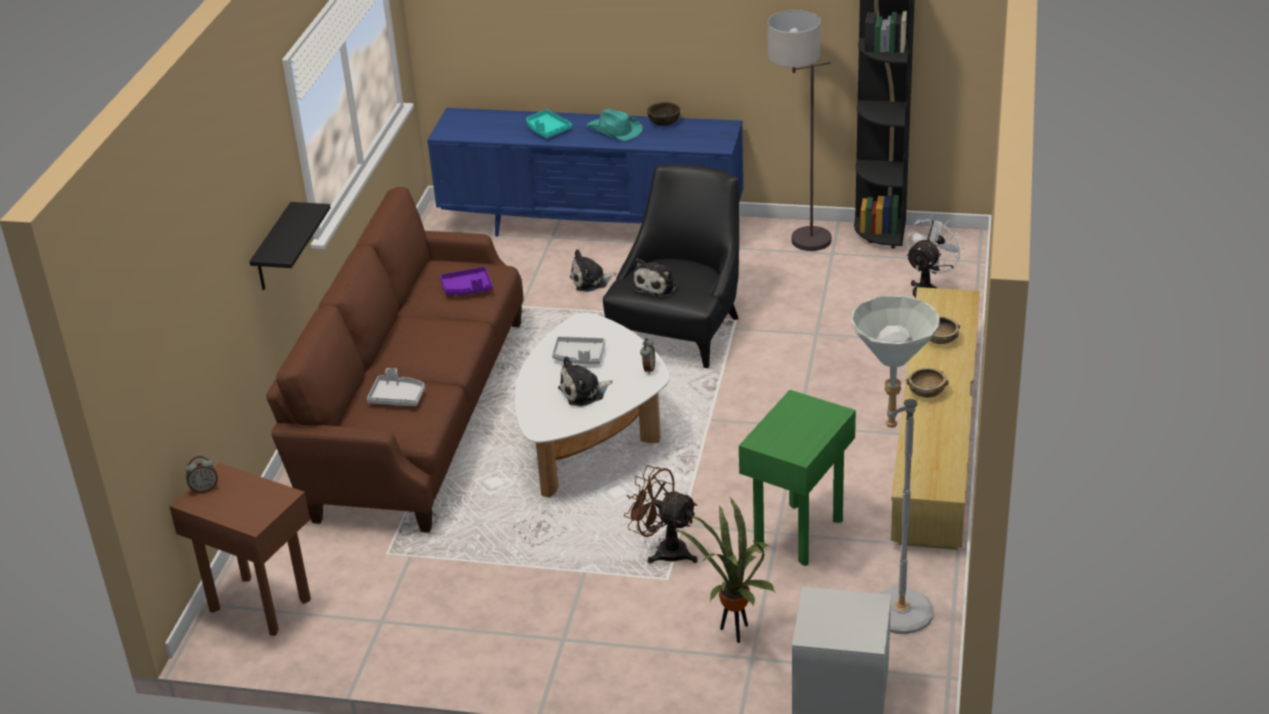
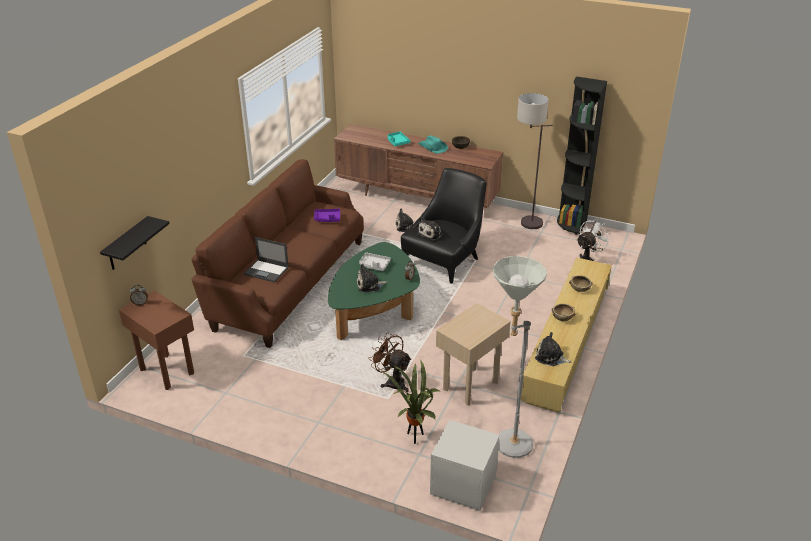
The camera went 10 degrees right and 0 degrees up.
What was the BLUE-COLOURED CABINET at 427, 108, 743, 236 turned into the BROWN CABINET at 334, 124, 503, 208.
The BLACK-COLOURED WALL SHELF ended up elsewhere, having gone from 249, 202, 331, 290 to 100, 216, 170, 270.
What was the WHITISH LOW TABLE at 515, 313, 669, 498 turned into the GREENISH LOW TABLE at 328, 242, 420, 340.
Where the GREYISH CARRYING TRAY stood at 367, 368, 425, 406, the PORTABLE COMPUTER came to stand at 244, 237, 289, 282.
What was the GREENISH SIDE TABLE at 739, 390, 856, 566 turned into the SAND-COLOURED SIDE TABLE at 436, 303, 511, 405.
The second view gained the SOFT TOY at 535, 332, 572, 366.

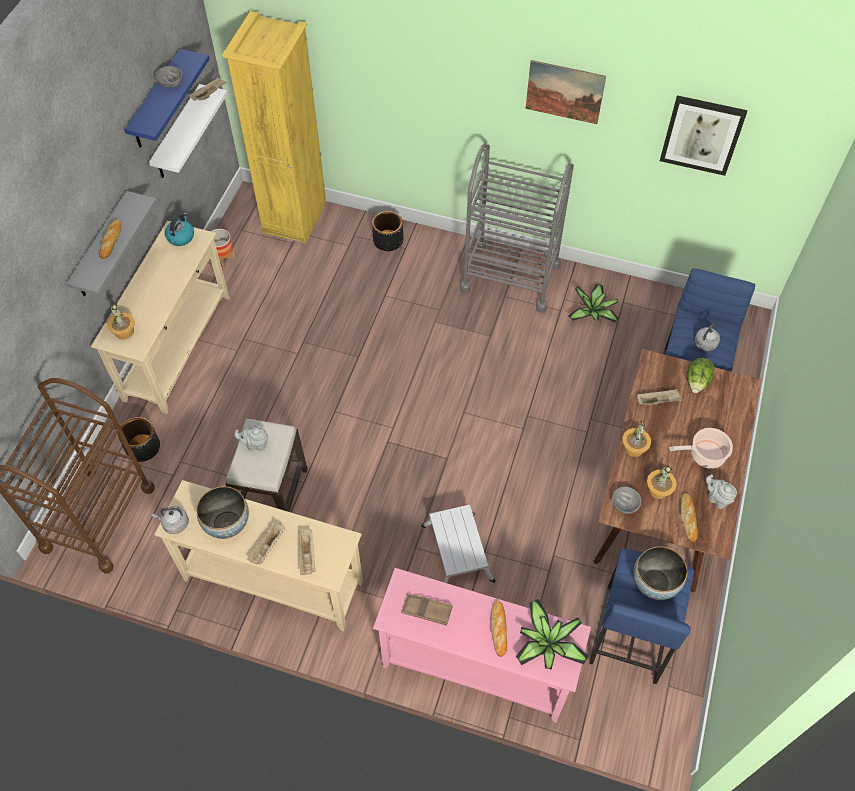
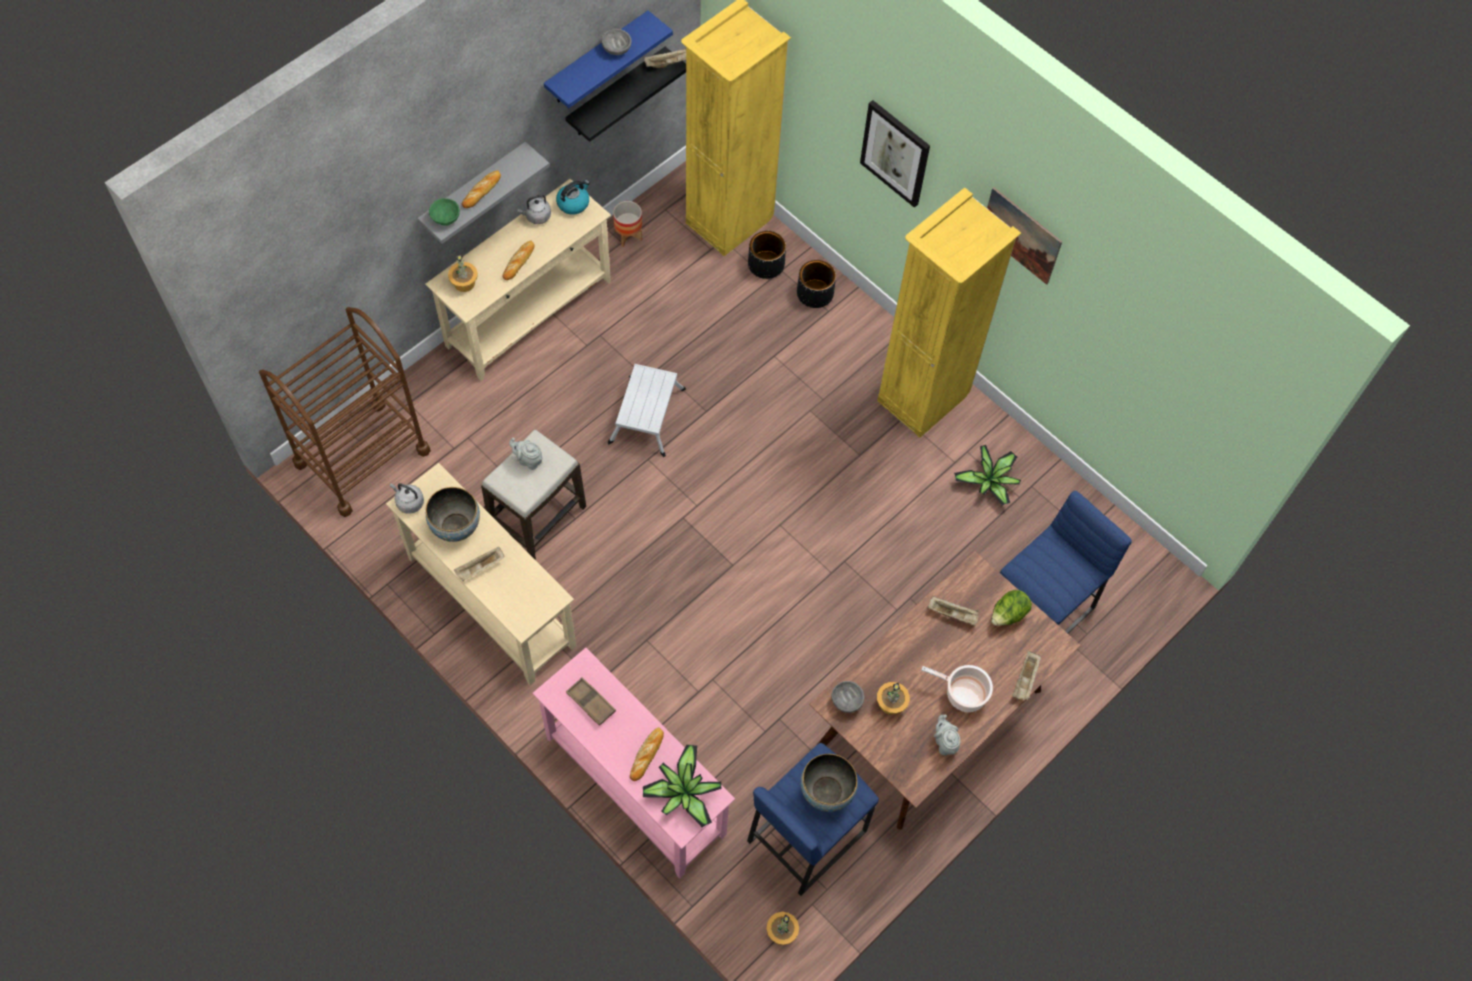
The camera went 25 degrees right and 5 degrees up.
What was the WHITISH WALL SHELF at 149, 84, 228, 178 turned into the BLACK-COLOURED WALL SHELF at 565, 47, 686, 142.
The PICTURE ended up elsewhere, having gone from 660, 95, 747, 176 to 860, 100, 930, 208.
Where the GREYISH WHEELED CART stood at 460, 144, 574, 313, the YELLOW CABINET came to stand at 877, 187, 1021, 438.
The GREYISH WATER KETTLE ended up elsewhere, having gone from 695, 322, 720, 351 to 517, 194, 551, 224.
The BLACK-COLOURED PLANTER ended up elsewhere, having gone from 118, 417, 160, 462 to 748, 231, 786, 279.
The HOUSEPLANT ended up elsewhere, having gone from 622, 420, 651, 457 to 767, 912, 799, 945.
The BAKERY BREAD ended up elsewhere, having gone from 680, 493, 698, 542 to 502, 241, 535, 280.
The WHITISH STEPLADDER ended up elsewhere, having gone from 421, 505, 496, 583 to 607, 364, 686, 457.
The SAND-COLOURED CARRYING TRAY ended up elsewhere, having gone from 299, 529, 315, 575 to 1012, 651, 1041, 700.
The second view gained the GREENISH DEEP DISH at 429, 198, 460, 226.

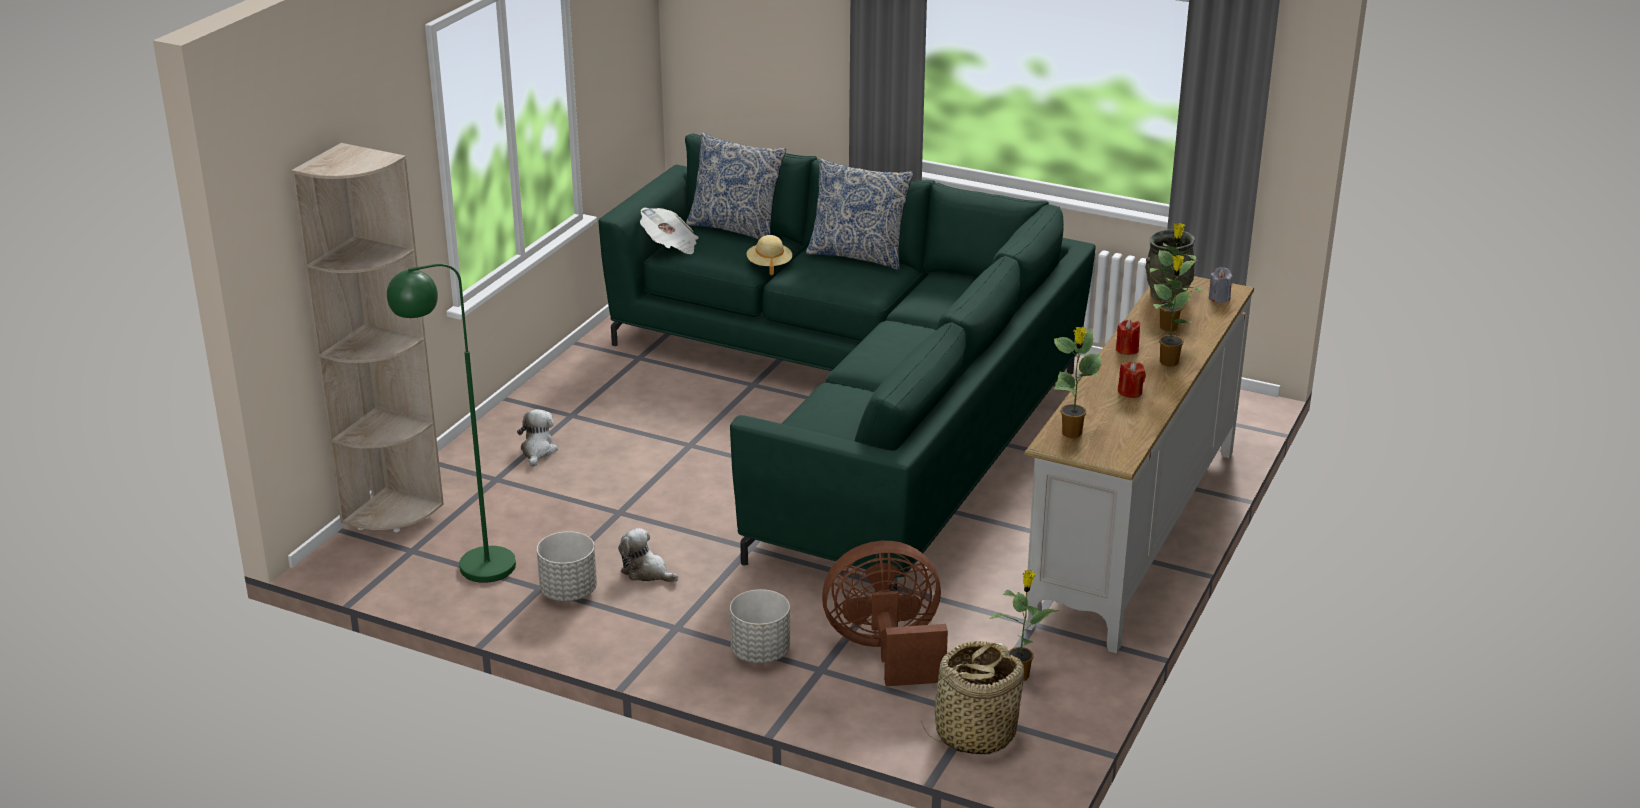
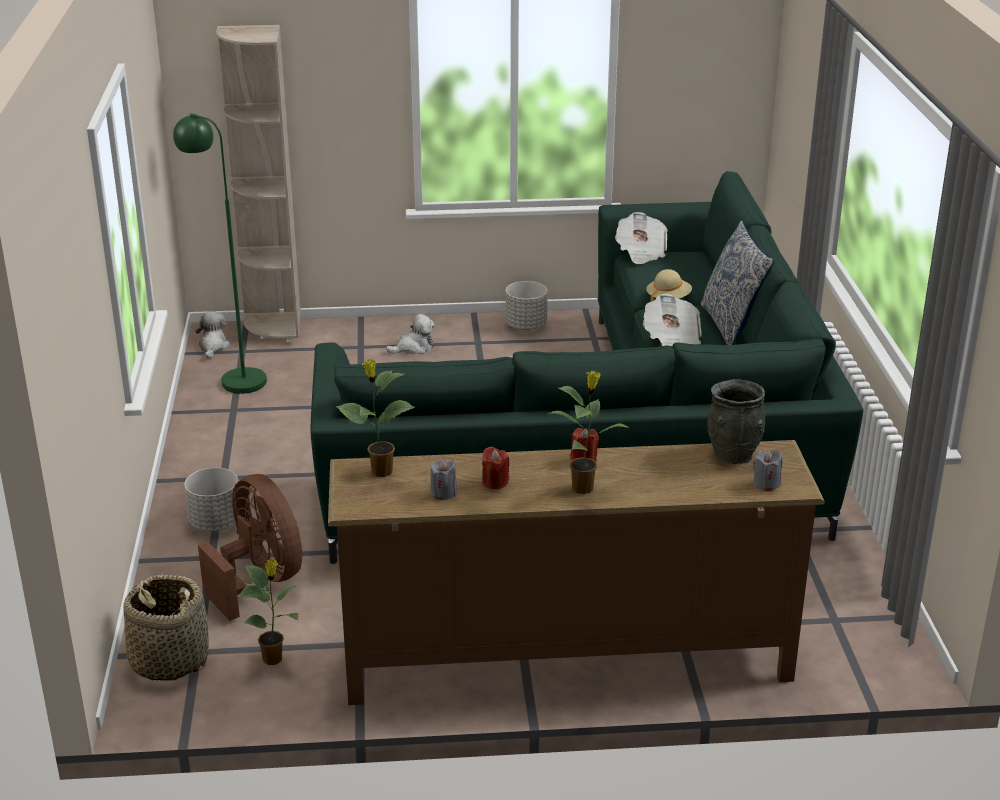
The camera went 60 degrees right and 0 degrees up.
The second view lost the PILLOW at 686, 133, 786, 239.
The second view lost the HOUSEPLANT at 1150, 223, 1198, 331.
What was the GREYISH CABINET at 1024, 276, 1254, 654 turned into the BROWN CABINET at 328, 440, 825, 705.
The SOFT TOY ended up elsewhere, having gone from 618, 528, 678, 583 to 195, 311, 230, 359.
The GREYISH PLANTER ended up elsewhere, having gone from 537, 531, 597, 601 to 506, 281, 548, 330.
The second view gained the DAILY PAPER at 643, 294, 701, 346.
The second view gained the GREYISH WAX CANDLE at 430, 459, 457, 500.

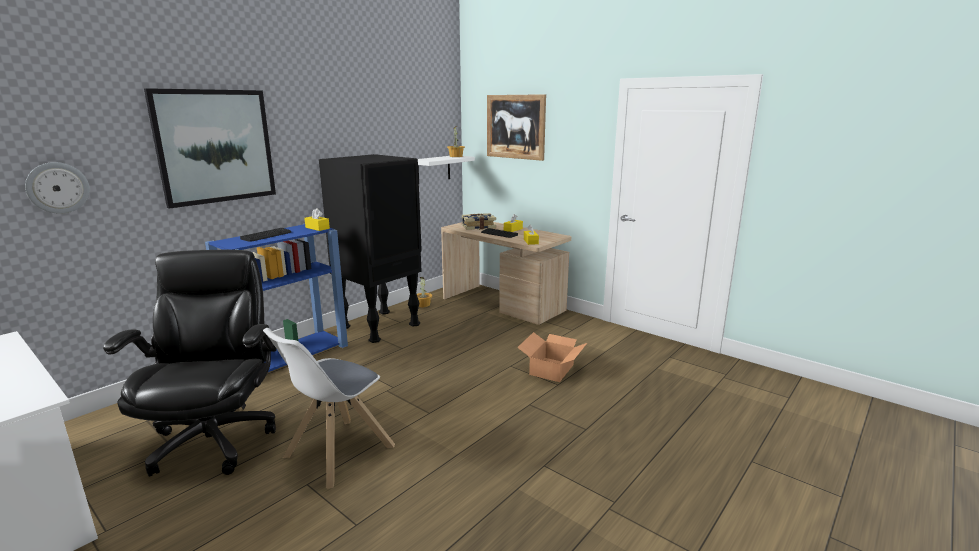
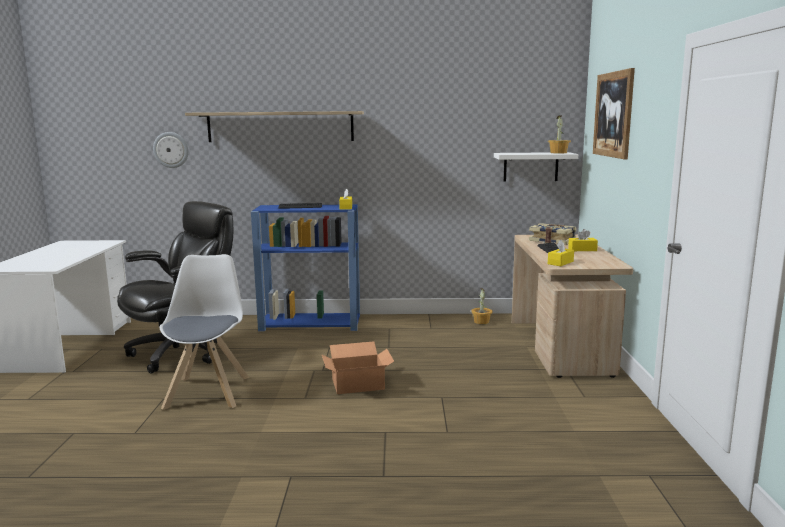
The camera went 50 degrees right and 5 degrees down.
Where the PICTURE hung at 144, 88, 276, 209, the WALL SHELF came to hang at 185, 111, 364, 142.
The second view lost the BLACK-COLOURED CABINET at 319, 154, 422, 343.
The PLAIN CHAIR at 263, 328, 395, 489 ended up facing another way, 90 degrees clockwise from before.
The CARDBOARD BOX ended up elsewhere, having gone from 517, 332, 587, 382 to 322, 341, 394, 394.

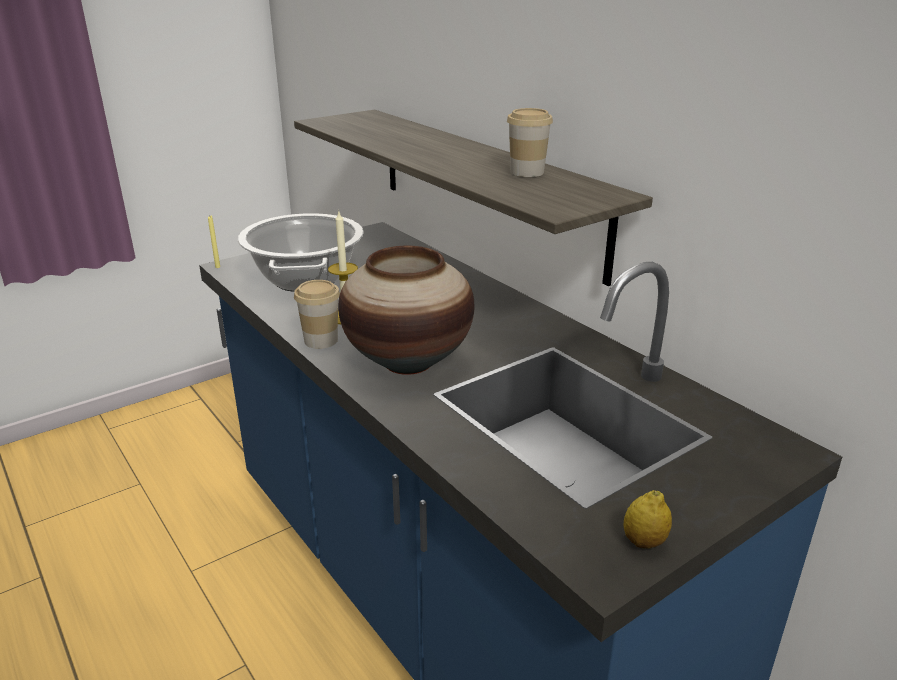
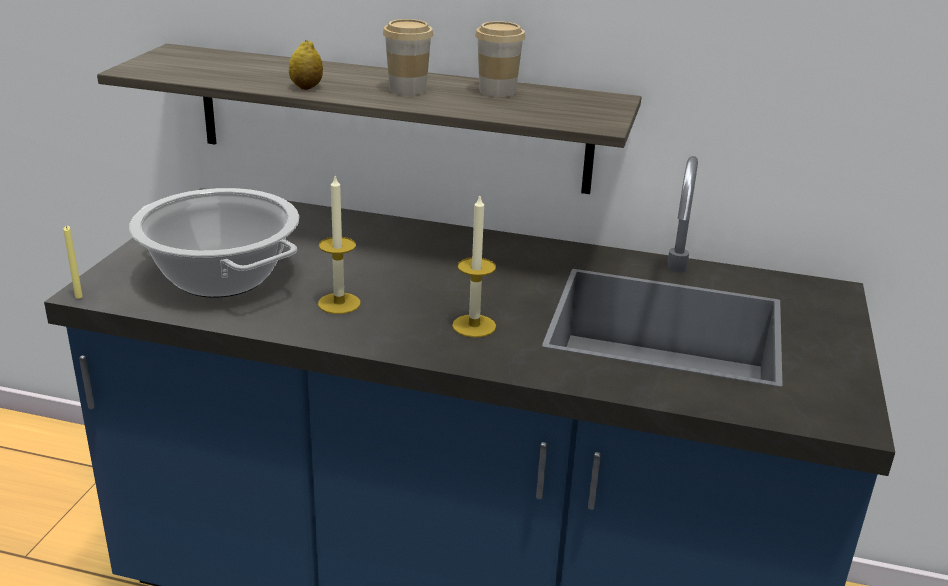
The camera went 40 degrees left and 0 degrees up.
Where the DECORATIVE VASE stood at 338, 246, 475, 375, the WAX CANDLE came to stand at 452, 196, 496, 338.
The SMALL CUP ended up elsewhere, having gone from 294, 280, 340, 349 to 383, 19, 433, 95.
The WHOLE LEMON ended up elsewhere, having gone from 624, 490, 672, 548 to 289, 40, 323, 90.

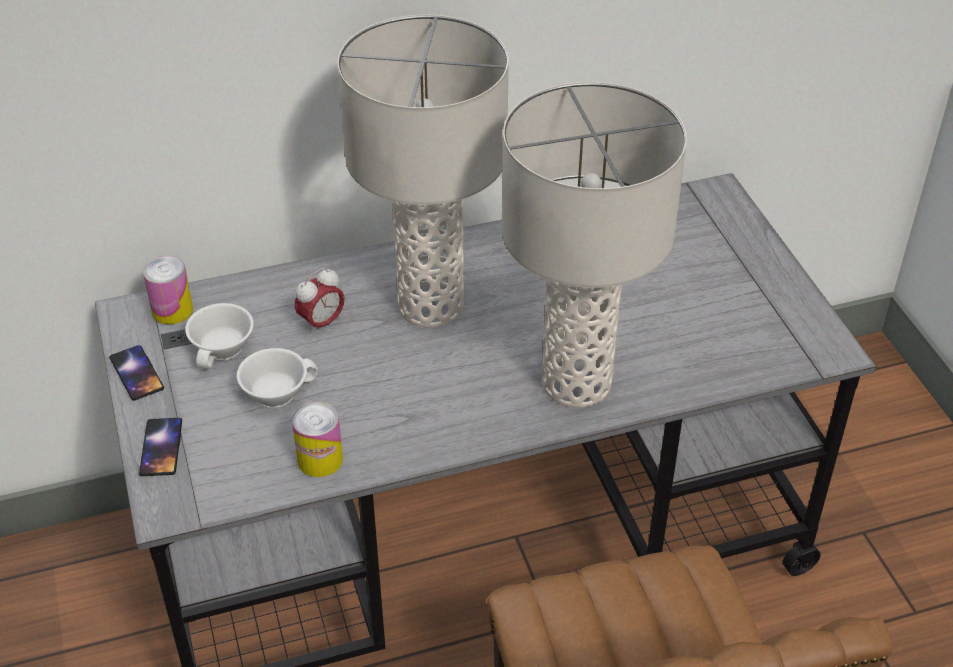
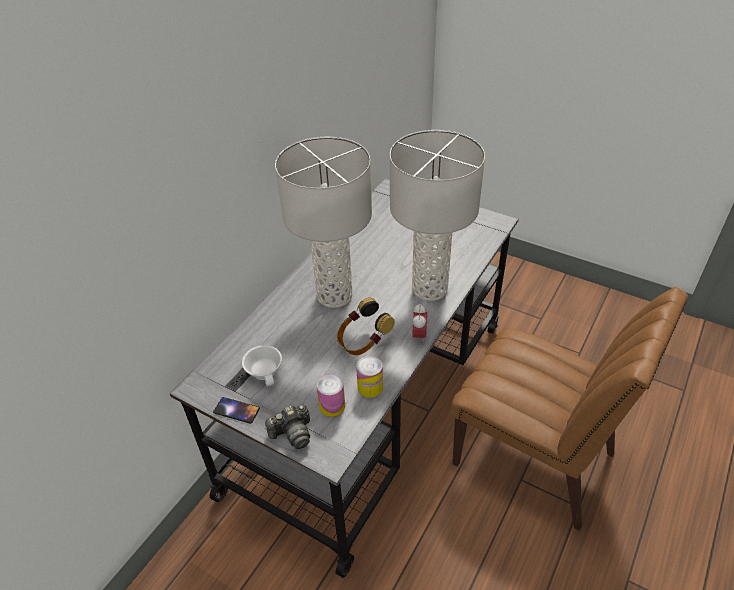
The camera went 40 degrees left and 0 degrees up.
The CAN ended up elsewhere, having gone from 143, 256, 193, 325 to 317, 374, 345, 417.
The BEDSIDE CLOCK ended up elsewhere, having gone from 295, 268, 345, 335 to 412, 303, 427, 343.
The second view lost the WHITISH SMALL CUP at 237, 348, 318, 408.
Where the TELEPHONE stood at 139, 418, 182, 476, the PHOTO CAMERA came to stand at 265, 404, 310, 449.
The second view gained the HEADPHONES at 337, 297, 395, 355.

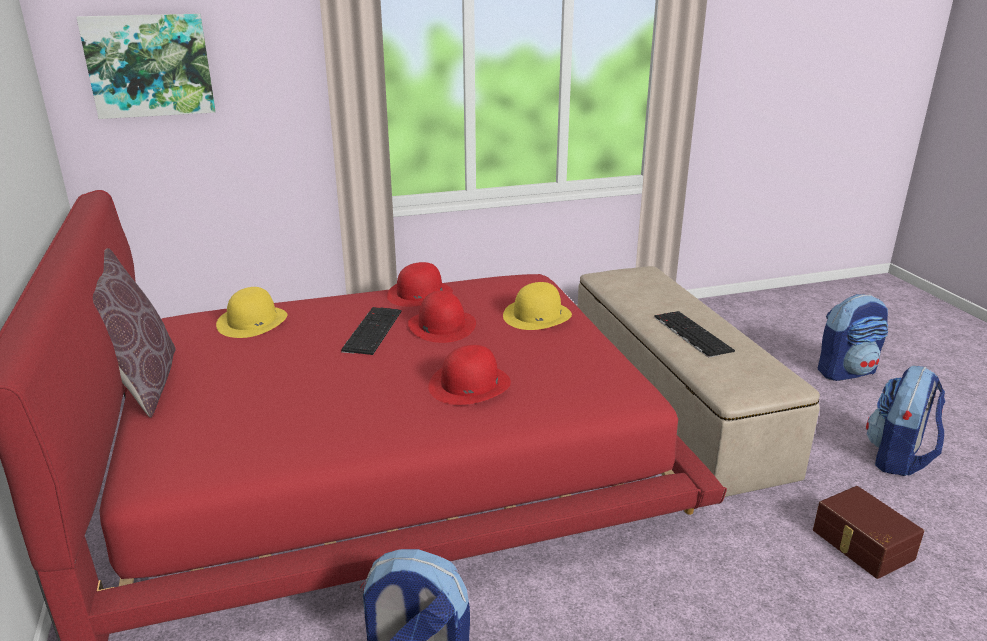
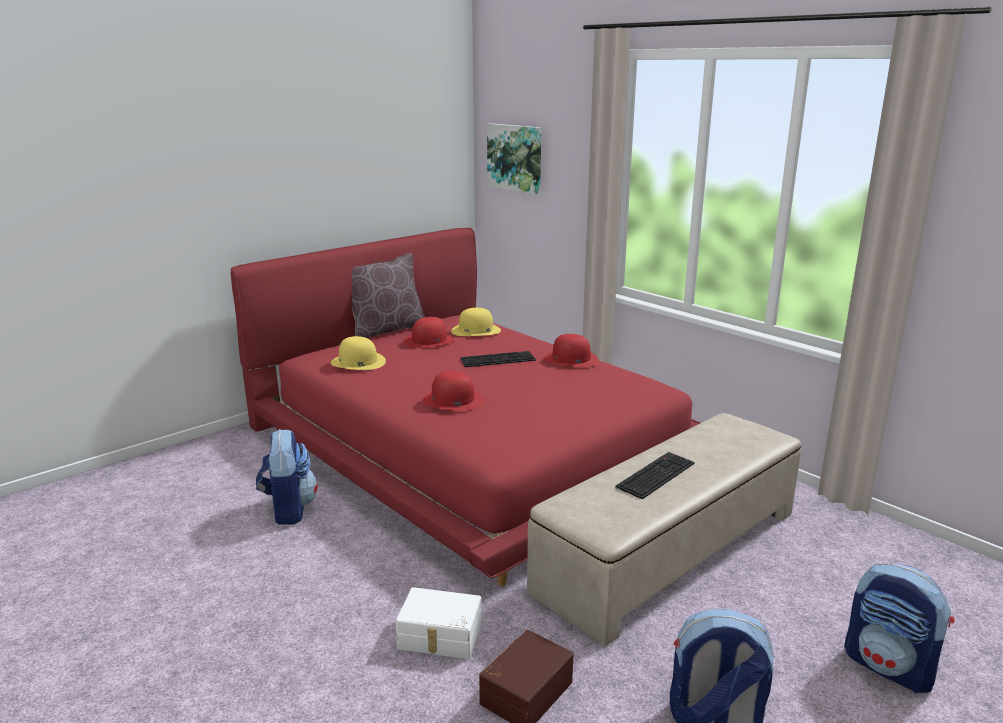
The camera went 65 degrees right and 5 degrees down.
The YELLOW WEARABLE HAT ended up elsewhere, having gone from 503, 282, 572, 330 to 331, 336, 386, 370.
The REDDISH WEARABLE HAT ended up elsewhere, having gone from 408, 291, 476, 343 to 404, 317, 455, 349.
The second view gained the WHITISH STORAGE BIN at 396, 587, 482, 659.

